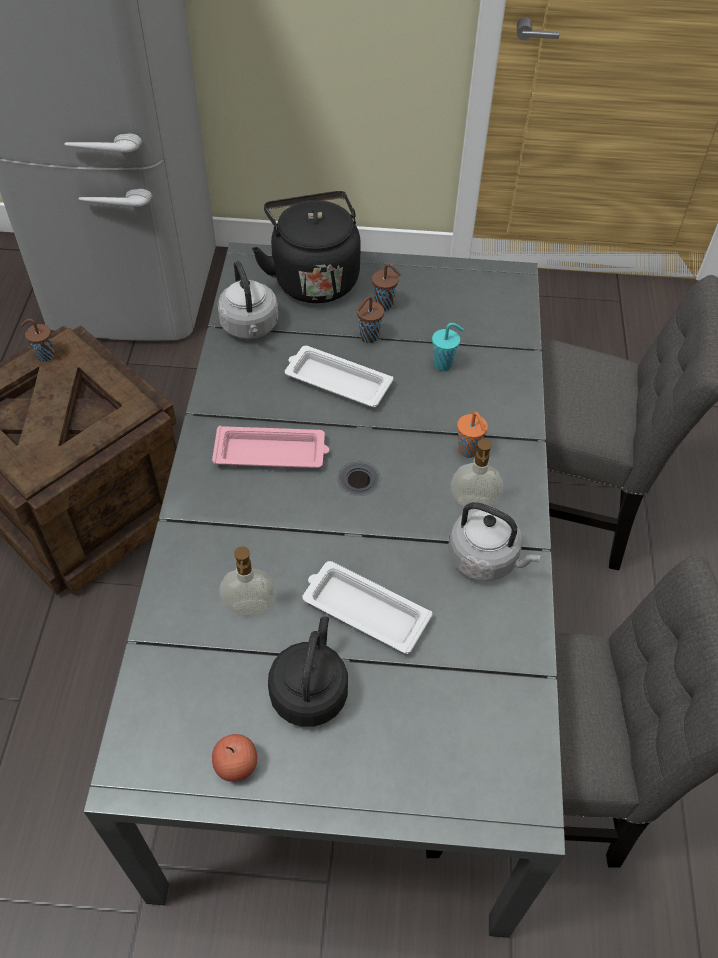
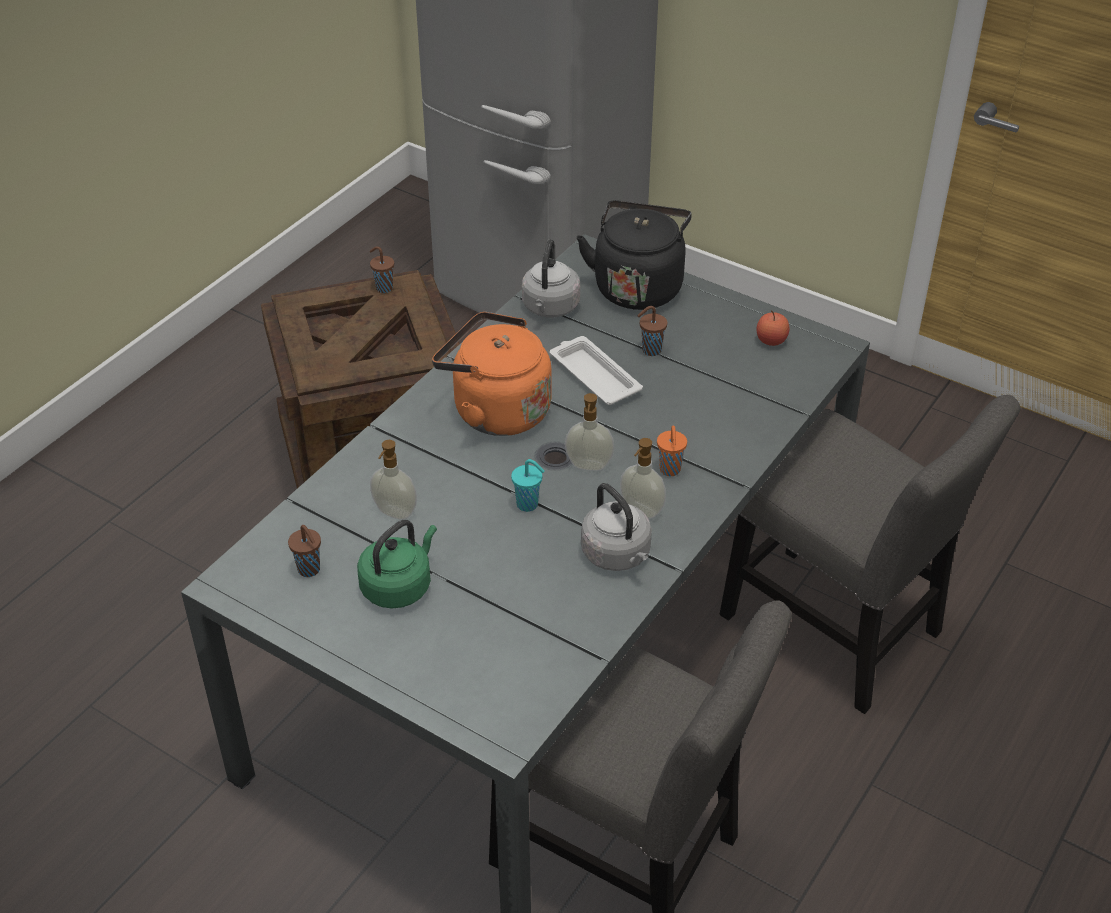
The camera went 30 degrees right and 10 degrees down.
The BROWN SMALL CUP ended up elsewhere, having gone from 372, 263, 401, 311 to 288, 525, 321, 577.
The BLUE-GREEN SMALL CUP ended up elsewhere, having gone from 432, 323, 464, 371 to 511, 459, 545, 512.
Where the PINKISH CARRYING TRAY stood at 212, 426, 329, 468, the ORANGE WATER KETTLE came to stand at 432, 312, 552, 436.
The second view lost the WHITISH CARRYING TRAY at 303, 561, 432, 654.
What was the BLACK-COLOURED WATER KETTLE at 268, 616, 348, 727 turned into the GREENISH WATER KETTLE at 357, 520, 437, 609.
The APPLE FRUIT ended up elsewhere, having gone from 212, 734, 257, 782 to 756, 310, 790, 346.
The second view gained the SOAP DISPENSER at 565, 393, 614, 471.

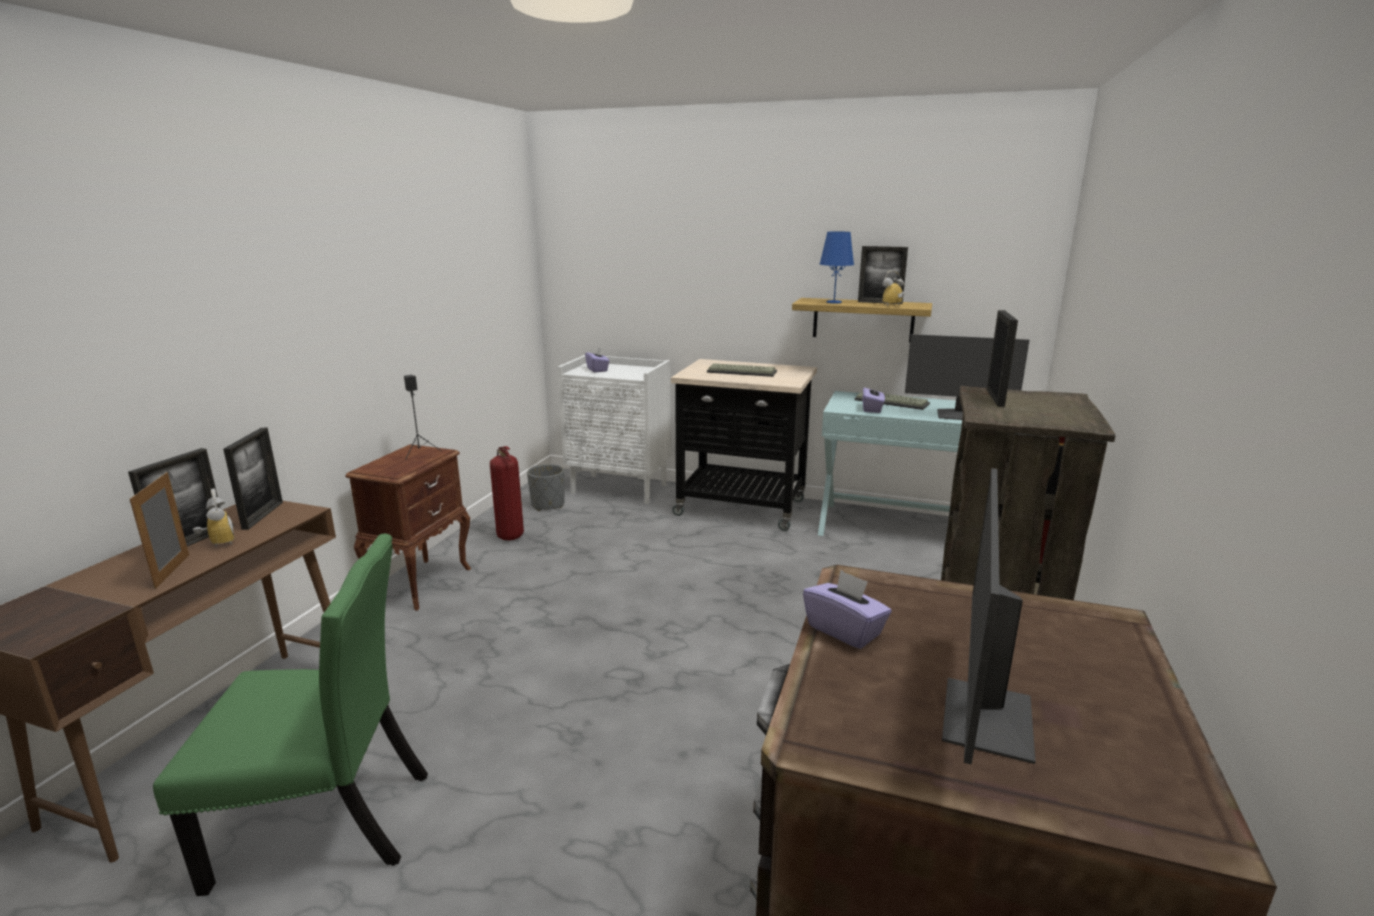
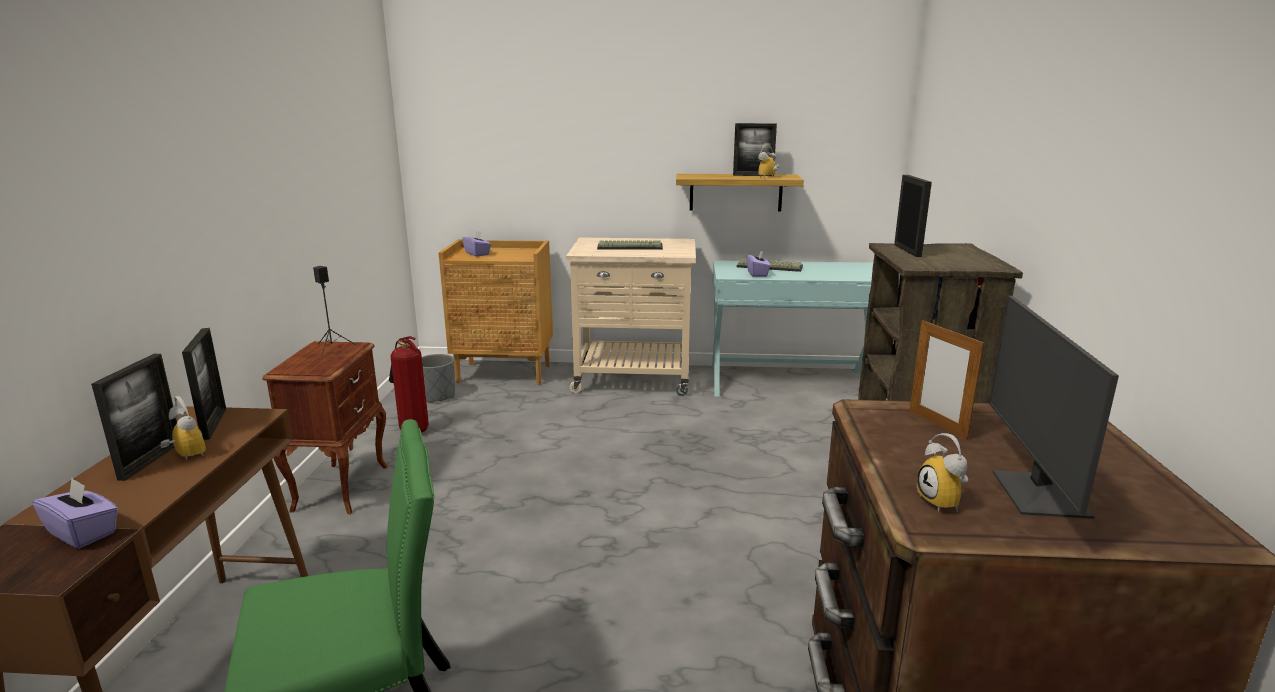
The camera went 15 degrees left and 0 degrees up.
The second view lost the BLUE-COLOURED LAMP FOR A TABLE at 820, 232, 854, 304.
The second view lost the COMPUTER SCREEN at 905, 334, 1029, 420.
What was the WHITISH CABINET at 557, 355, 671, 504 turned into the BROWN CABINET at 439, 239, 553, 385.
What was the BLACK-COLOURED WHEELED CART at 671, 359, 817, 531 turned into the SAND-COLOURED WHEELED CART at 566, 237, 696, 396.
The STANDING FRAME ended up elsewhere, having gone from 130, 472, 189, 589 to 909, 320, 984, 440.
The PURPLE-COLOURED TISSUE HOLDER ended up elsewhere, having gone from 803, 570, 891, 649 to 32, 478, 118, 549.
The second view gained the BEDSIDE CLOCK at 917, 433, 968, 512.

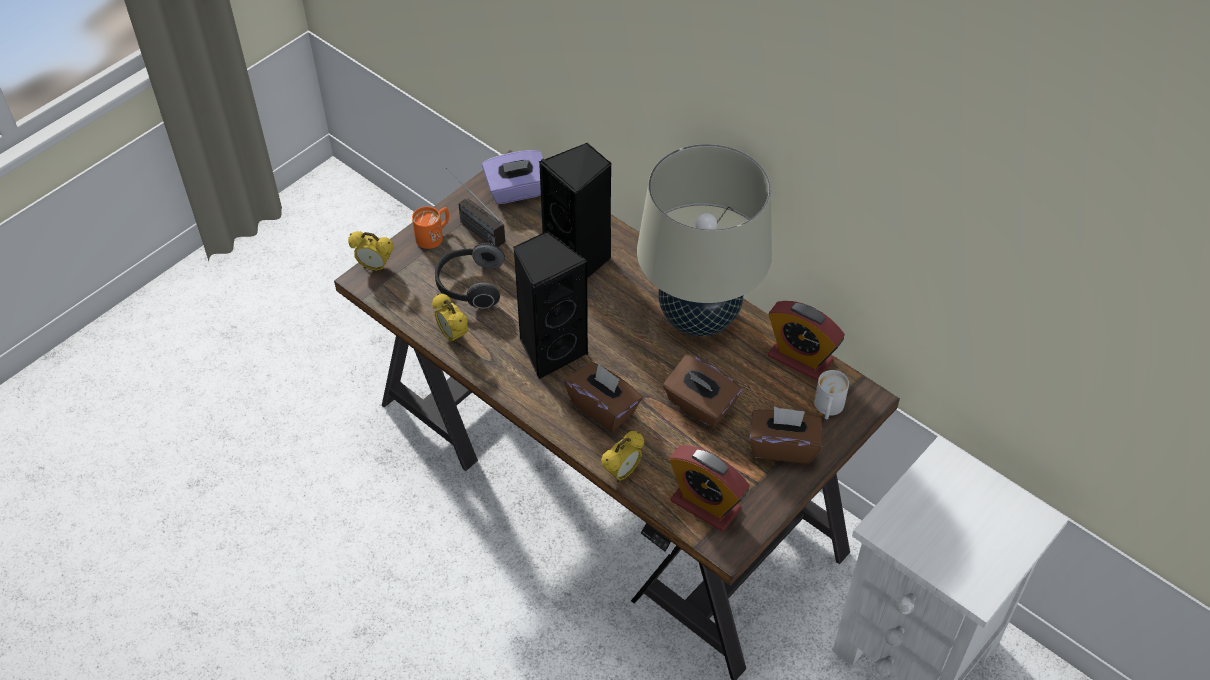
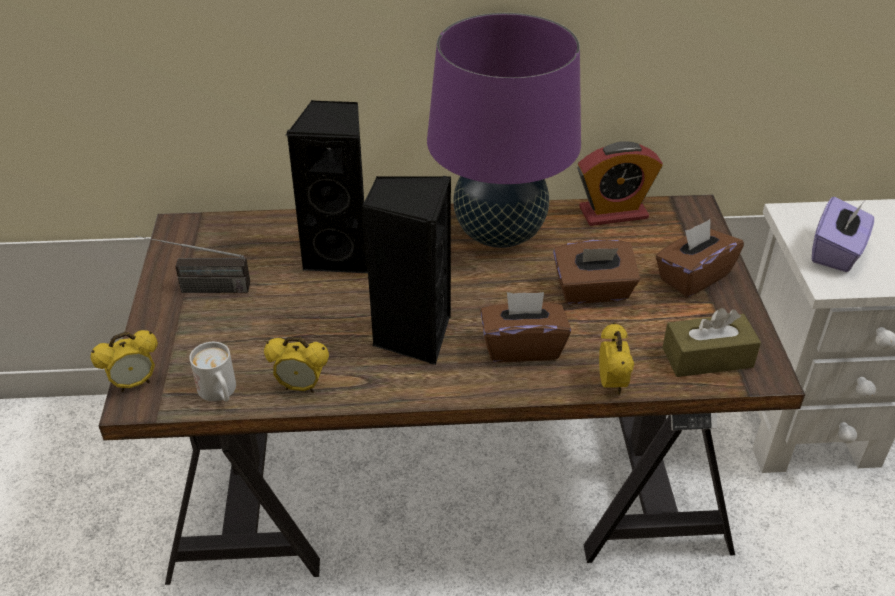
The camera went 45 degrees left and 10 degrees down.
What was the SAND-COLOURED LAMP FOR A TABLE at 637, 144, 772, 336 turned into the PURPLE-COLOURED LAMP FOR A TABLE at 427, 13, 581, 248.
The PURPLE-COLOURED TISSUE HOLDER ended up elsewhere, having gone from 482, 150, 543, 204 to 812, 197, 874, 272.
The second view lost the ORANGE MUG at 412, 207, 449, 249.
The second view lost the HEADPHONES at 435, 243, 505, 309.
The WHITISH MUG ended up elsewhere, having gone from 814, 370, 849, 419 to 189, 342, 236, 402.
Where the BEDSIDE CLOCK stood at 669, 445, 750, 531, the BROWN TISSUE HOLDER came to stand at 662, 308, 761, 377.

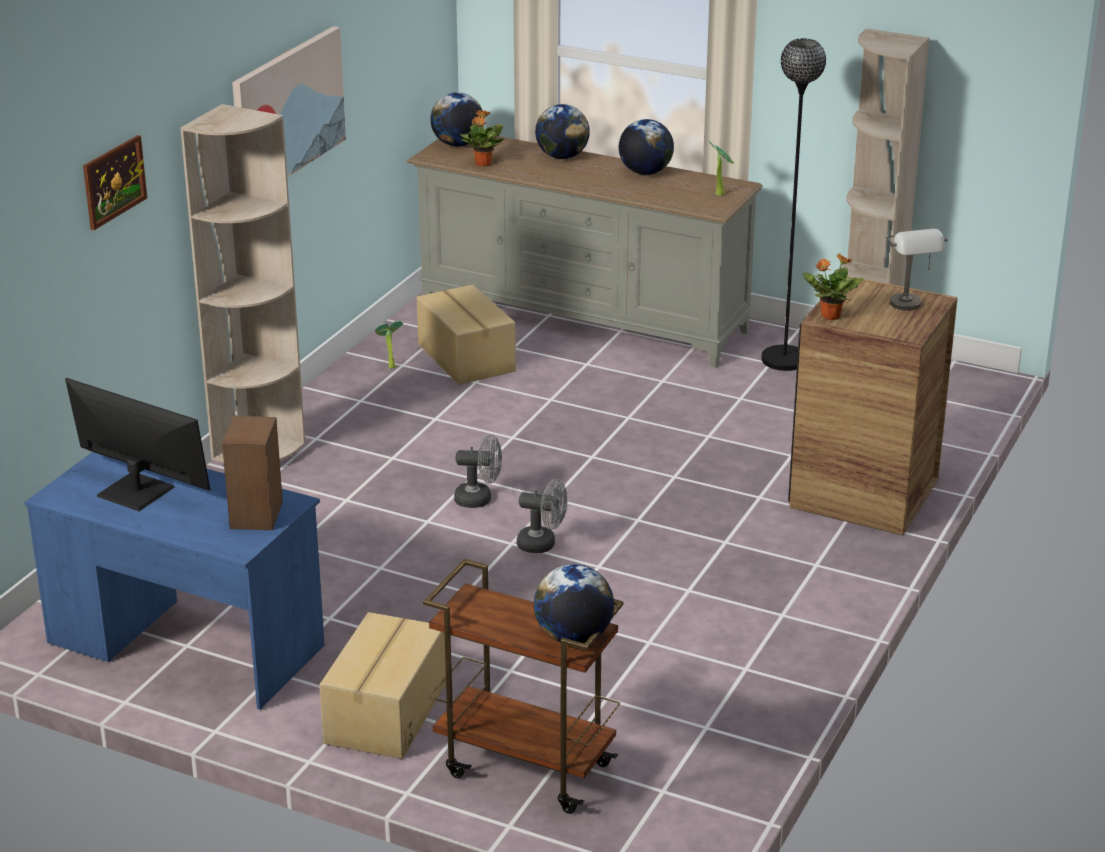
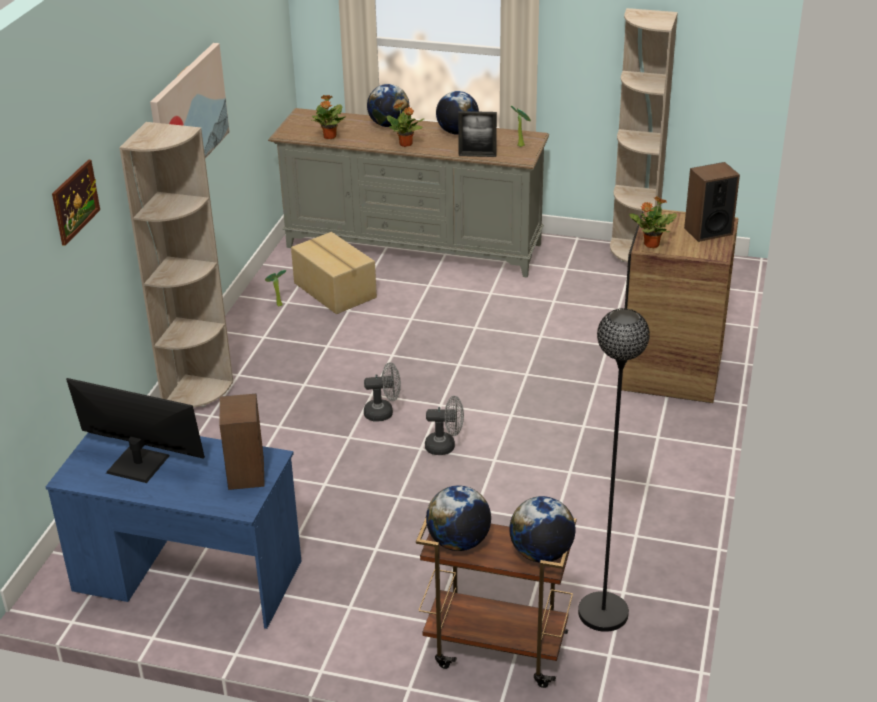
The camera went 10 degrees left and 5 degrees up.
The BLACK-COLOURED STANDARD LAMP ended up elsewhere, having gone from 761, 38, 826, 371 to 578, 308, 650, 632.
The WORLD GLOBE ended up elsewhere, having gone from 430, 92, 483, 147 to 426, 485, 491, 551.
Where the GREYISH LAMP FOR A TABLE stood at 886, 229, 948, 311, the LOUDSPEAKER came to stand at 684, 162, 740, 242.
The second view lost the CARDBOARD BOX at 319, 612, 446, 759.
The second view gained the HOUSEPLANT at 387, 102, 424, 147.
The second view gained the STANDING FRAME at 458, 111, 497, 157.

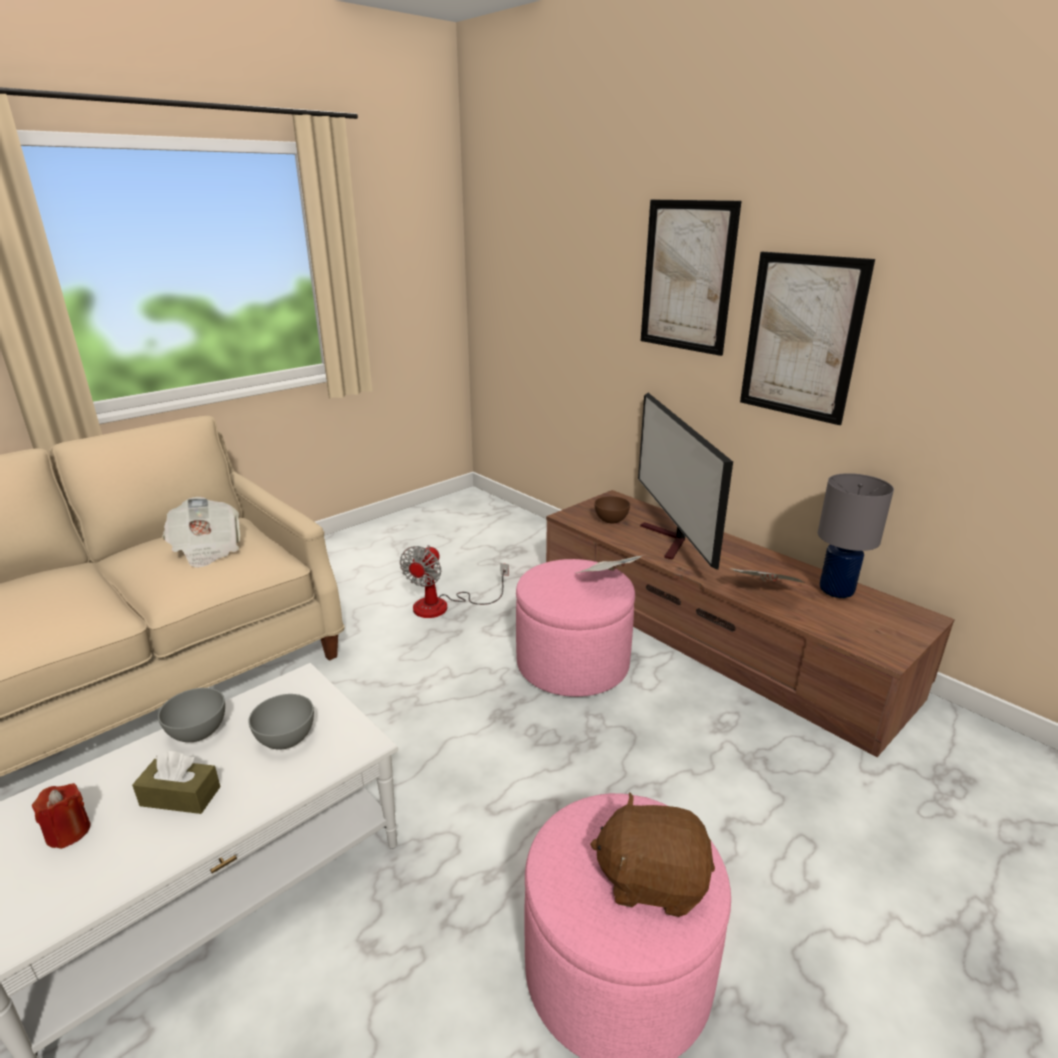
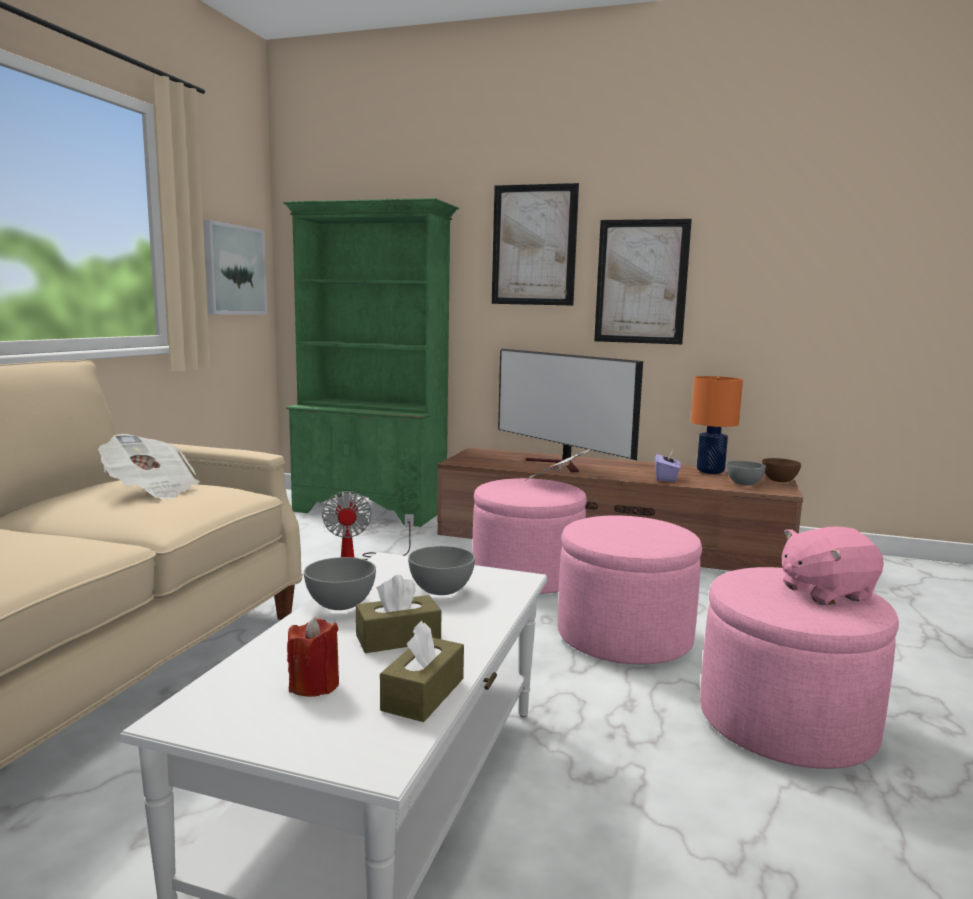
The camera went 30 degrees left and 15 degrees down.
What was the GREYISH LAMP FOR A TABLE at 818, 473, 894, 598 turned into the ORANGE LAMP FOR A TABLE at 691, 376, 743, 474.
The BROWN DEEP DISH ended up elsewhere, having gone from 594, 496, 630, 523 to 762, 458, 801, 482.
Where the DAILY PAPER stood at 730, 568, 805, 583, the PURPLE-COLOURED TISSUE HOLDER came to stand at 655, 450, 681, 482.
What was the BROWN SOFT TOY at 590, 792, 715, 917 turned into the PINKISH SOFT TOY at 782, 526, 884, 605.
The second view gained the GREENISH BOOKCASE at 283, 198, 459, 527.
The second view gained the PICTURE at 203, 220, 267, 315.
The second view gained the GREYISH DEEP DISH at 727, 461, 766, 485.
The second view gained the PINKISH OTTOMAN at 558, 515, 702, 664.
The second view gained the BROWN TISSUE HOLDER at 380, 620, 464, 722.

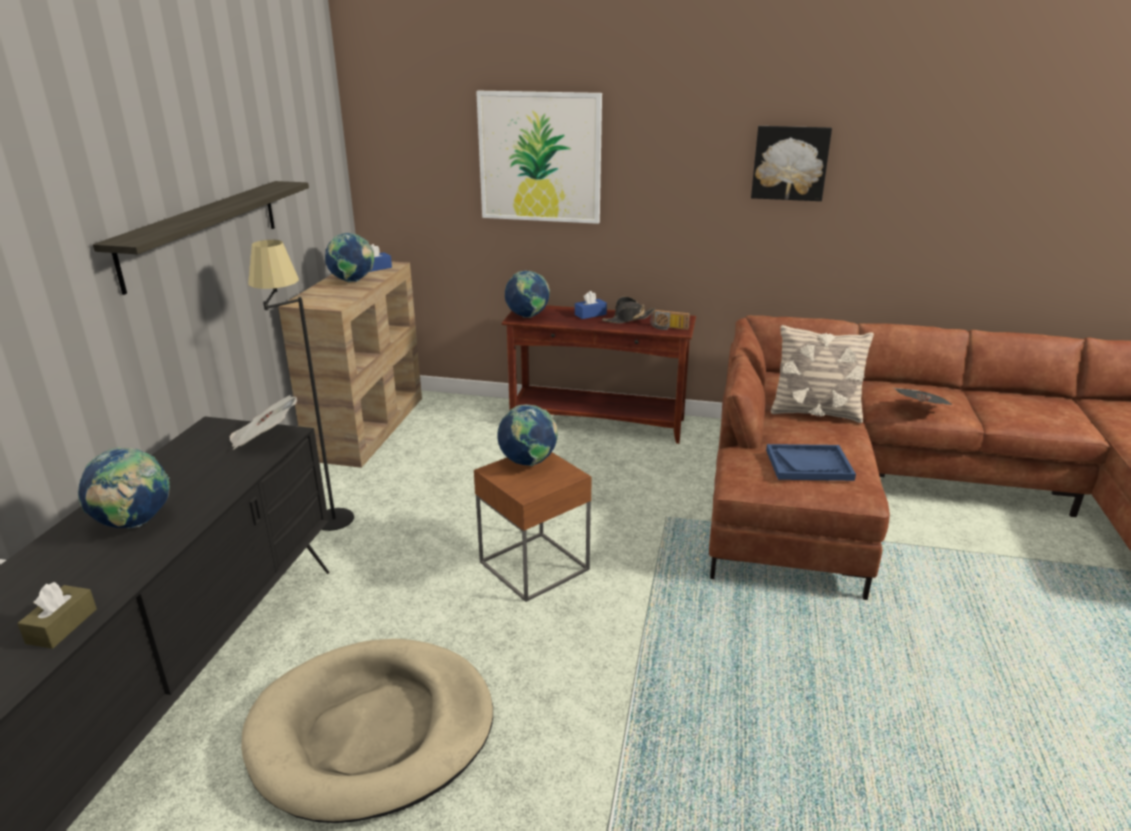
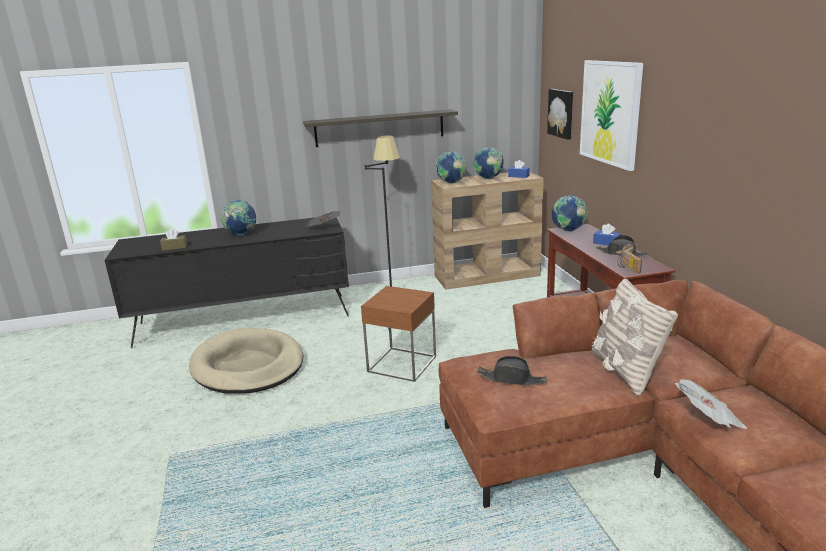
The camera went 65 degrees right and 5 degrees down.
The PICTURE ended up elsewhere, having gone from 751, 126, 832, 201 to 547, 89, 573, 140.
The WORLD GLOBE ended up elsewhere, having gone from 497, 404, 558, 466 to 436, 151, 466, 183.
Where the BLUE-COLOURED CARRYING TRAY stood at 766, 444, 856, 481, the BLACK-COLOURED WEARABLE HAT came to stand at 477, 356, 547, 385.

